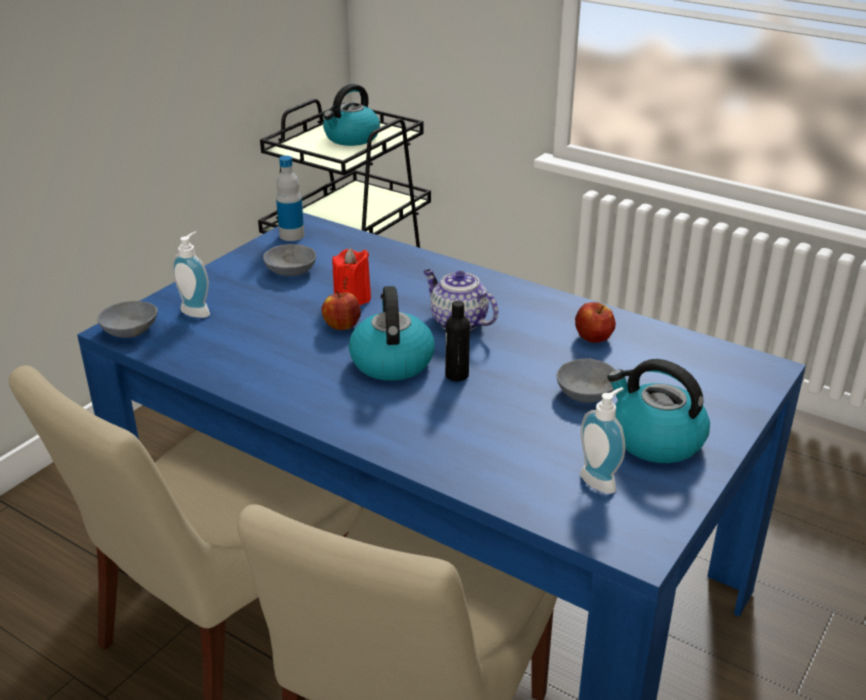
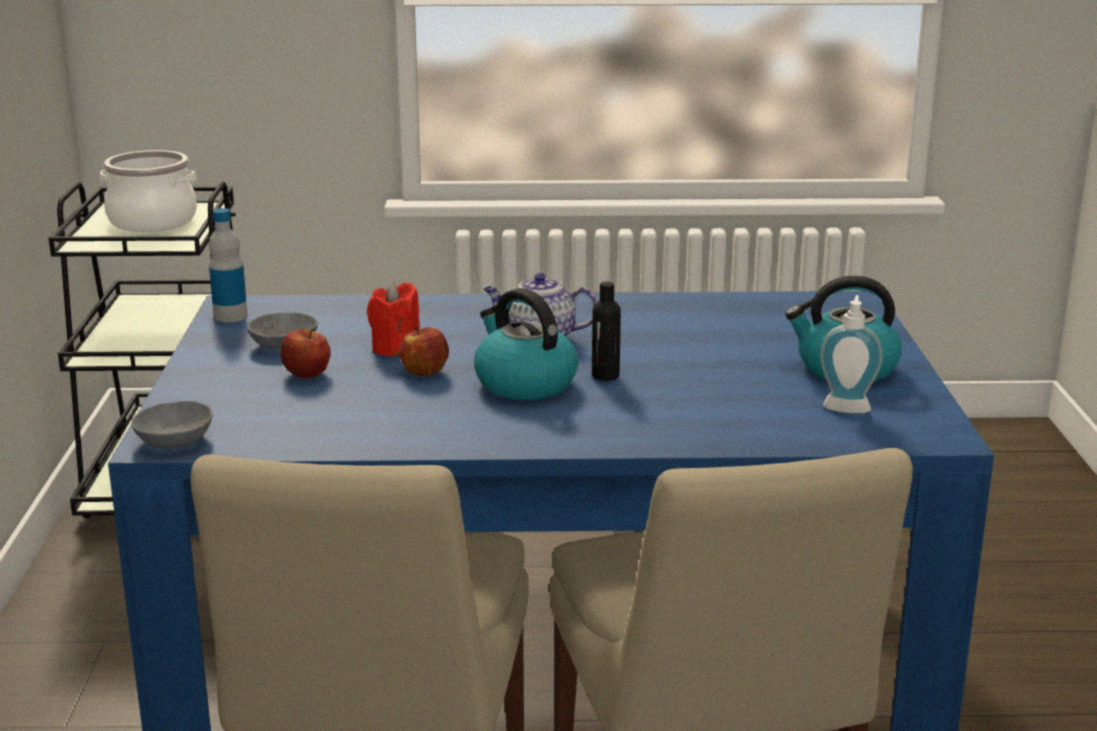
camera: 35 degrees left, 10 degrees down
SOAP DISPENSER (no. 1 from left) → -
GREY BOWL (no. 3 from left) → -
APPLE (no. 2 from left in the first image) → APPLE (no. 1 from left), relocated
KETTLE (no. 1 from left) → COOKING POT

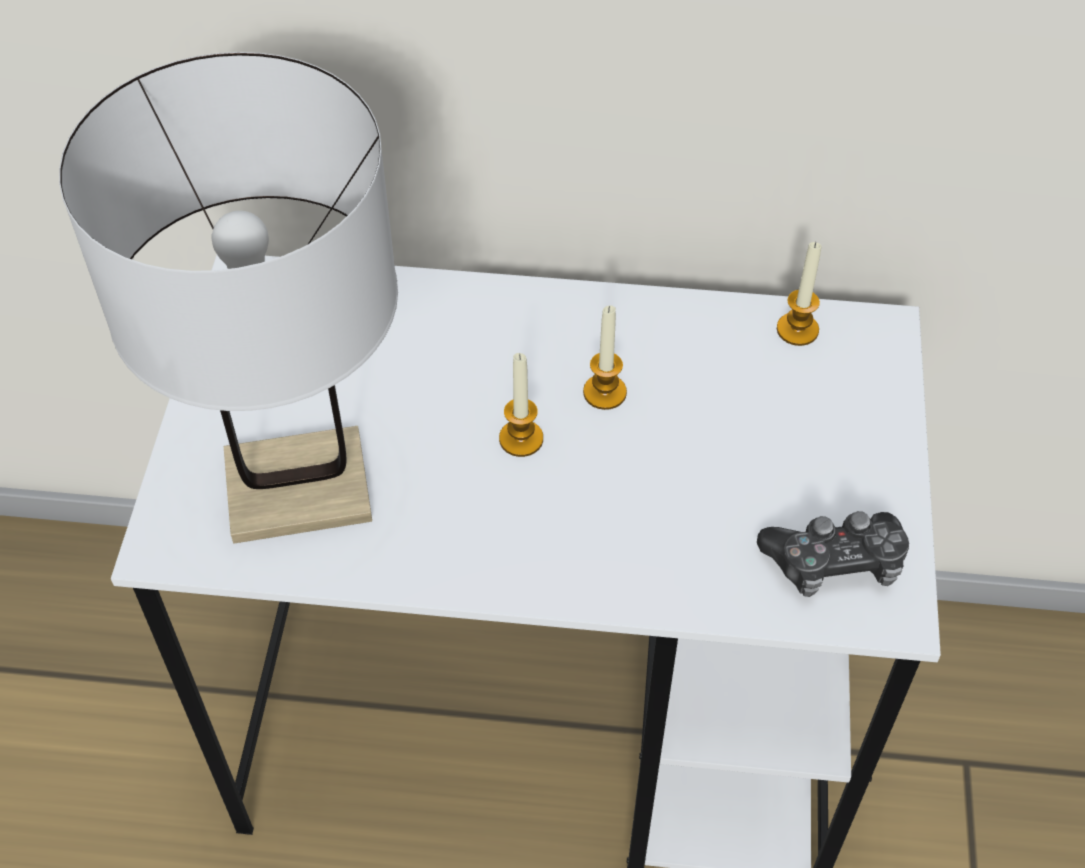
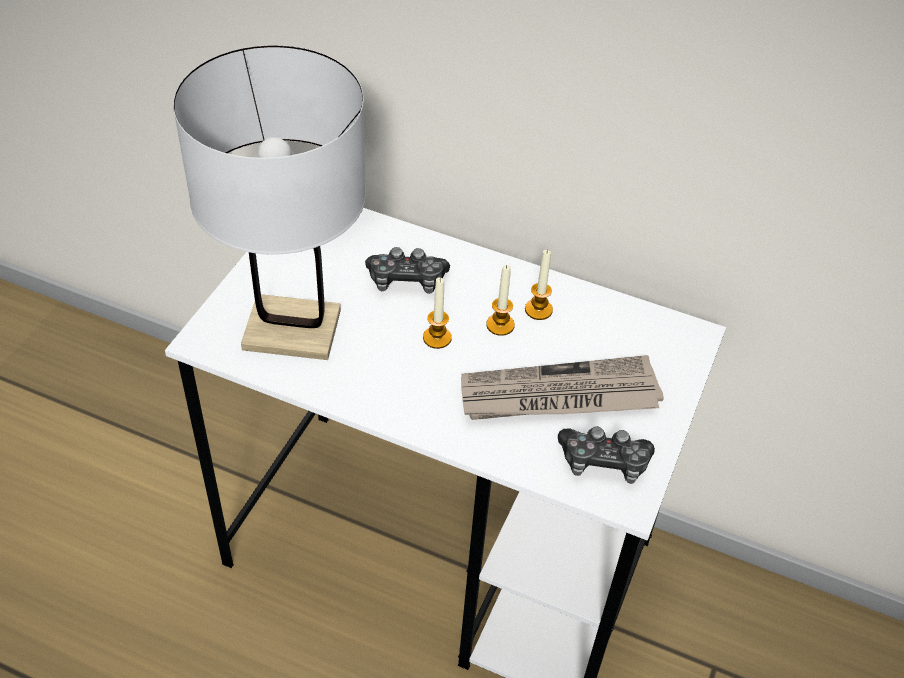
camera: 15 degrees right, 5 degrees down
- → GAME CONTROLLER (no. 1 from left)
- → NEWSPAPER
CANDLE (no. 3 from left), relocated

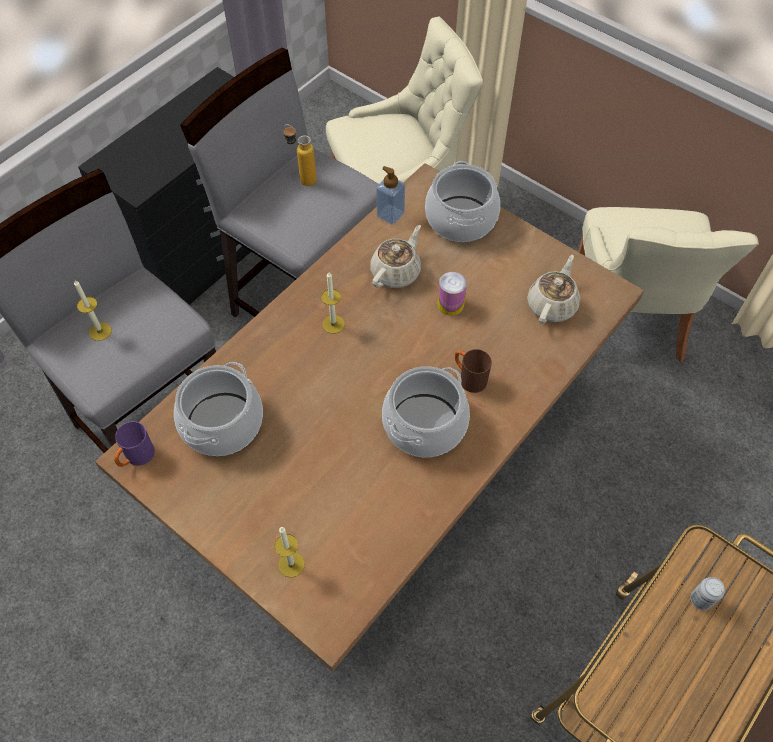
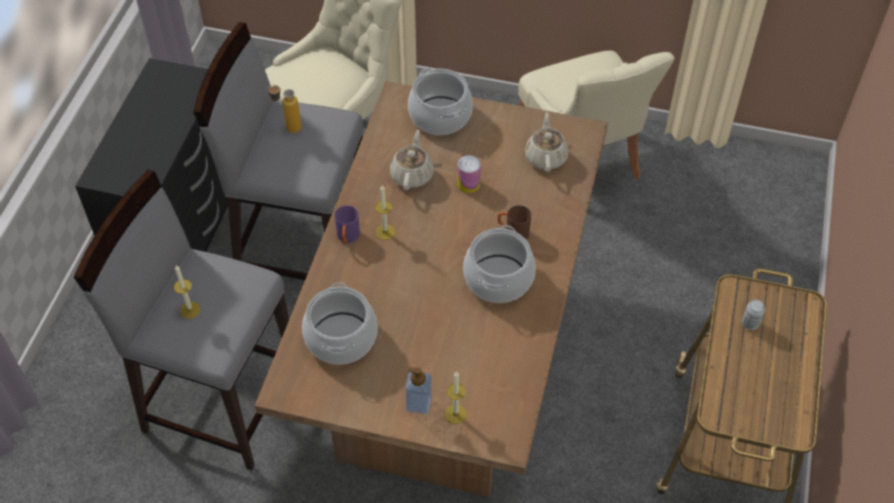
camera: 25 degrees left, 5 degrees down
PURPLE MUG, relocated
SOAP DISPENSER, relocated

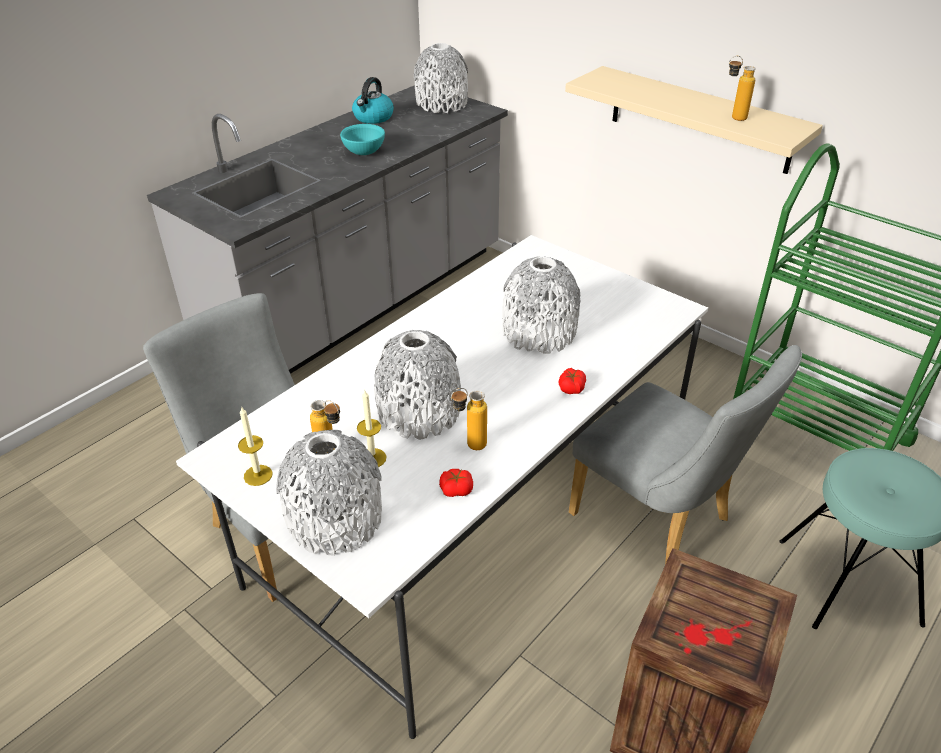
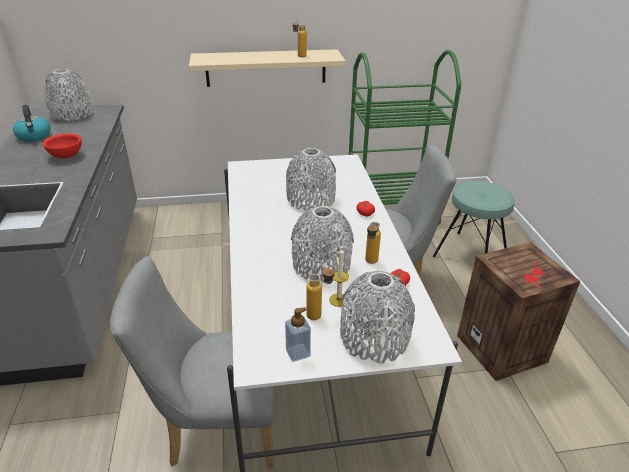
camera: 50 degrees left, 5 degrees down
CANDLE (no. 1 from left) → SOAP DISPENSER
TURQUOISE BOWL → RED BOWL

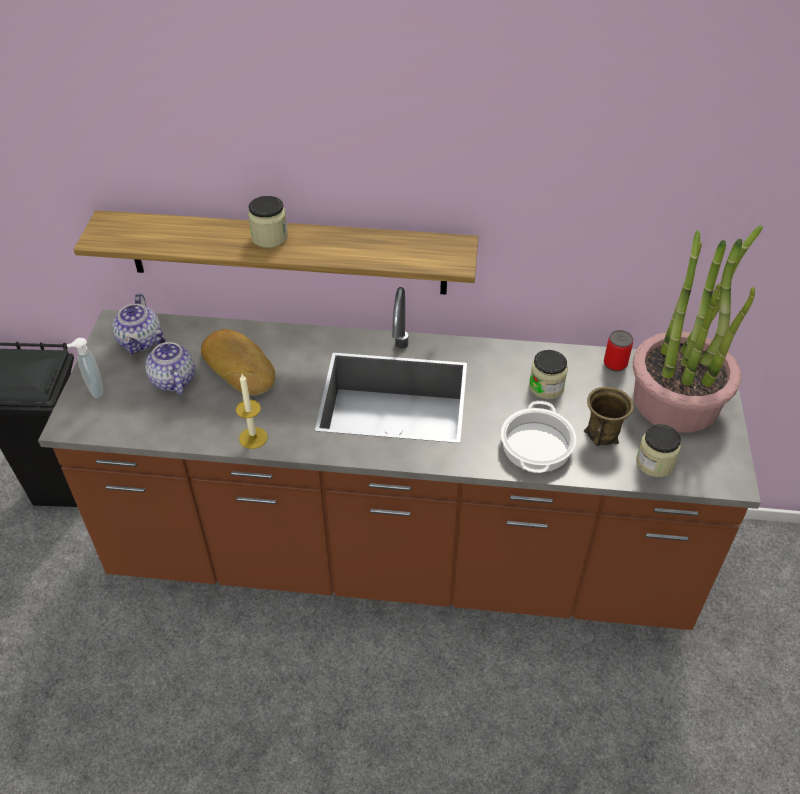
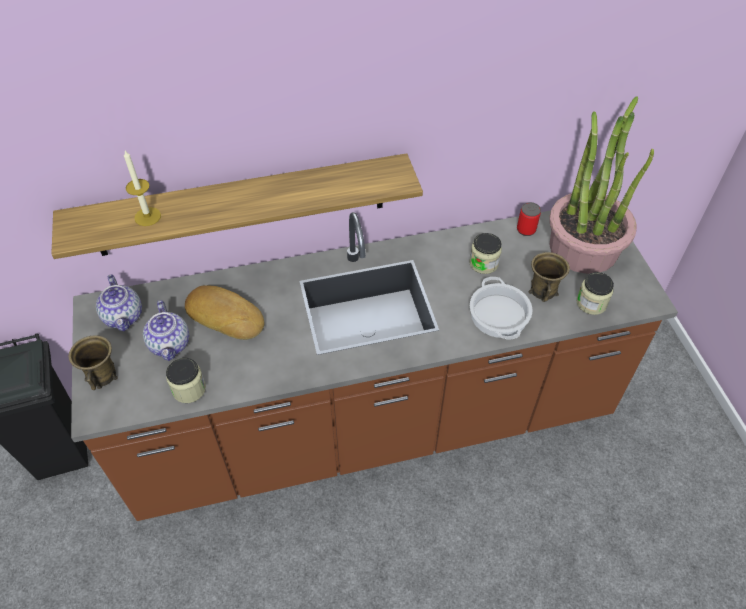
camera: 20 degrees left, 5 degrees up
CANDLE, relocated
JAR (no. 1 from left), relocated
SOAP DISPENSER → BROWN MUG (no. 1 from left)
TEAPOT (no. 2 from left), 150 degrees counterclockwise

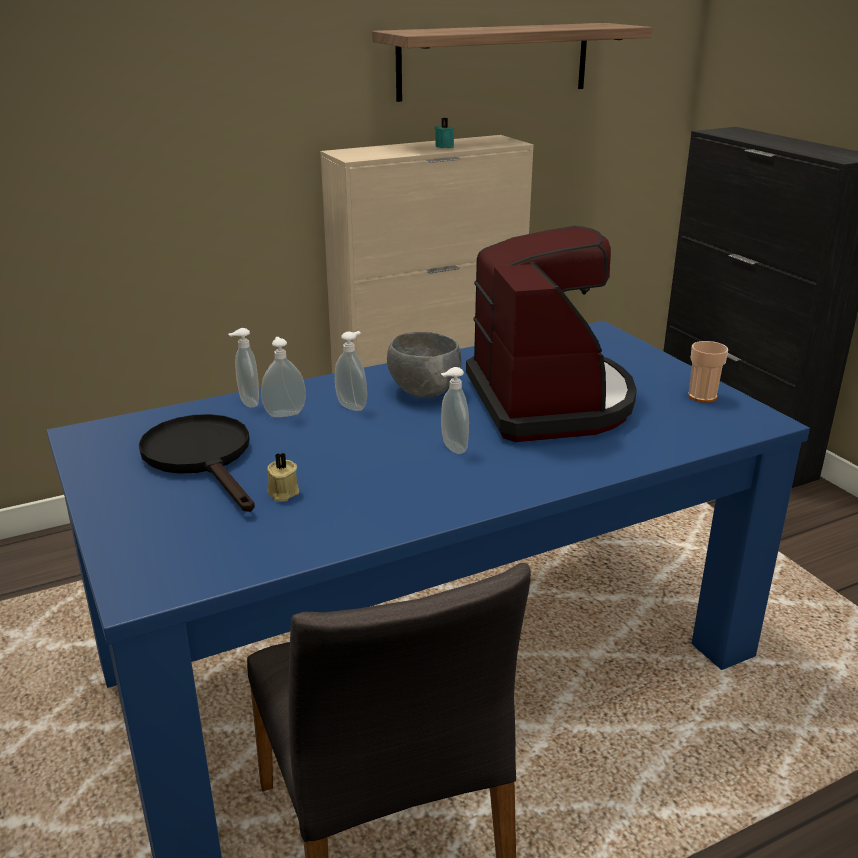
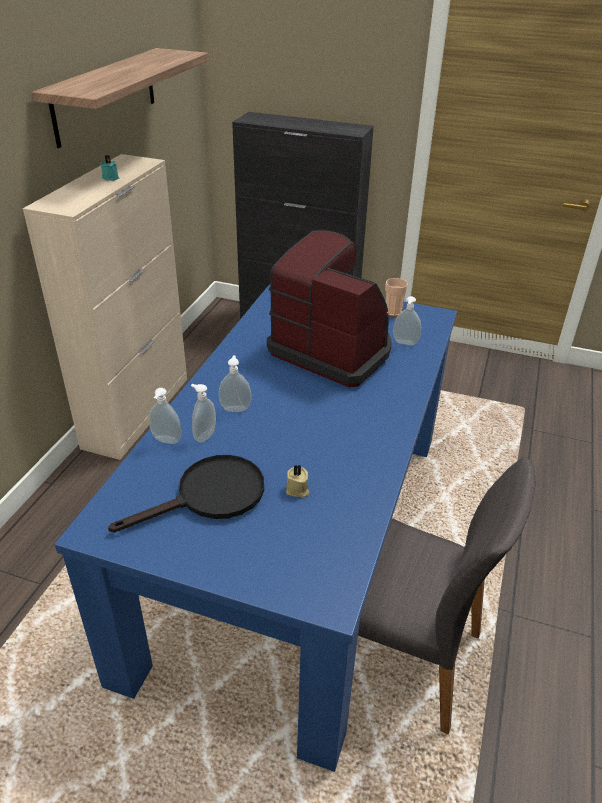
camera: 45 degrees left, 10 degrees up
GREY BOWL → -
SOAP DISPENSER (no. 4 from left), relocated
BLACK FRYING PAN, 135 degrees clockwise

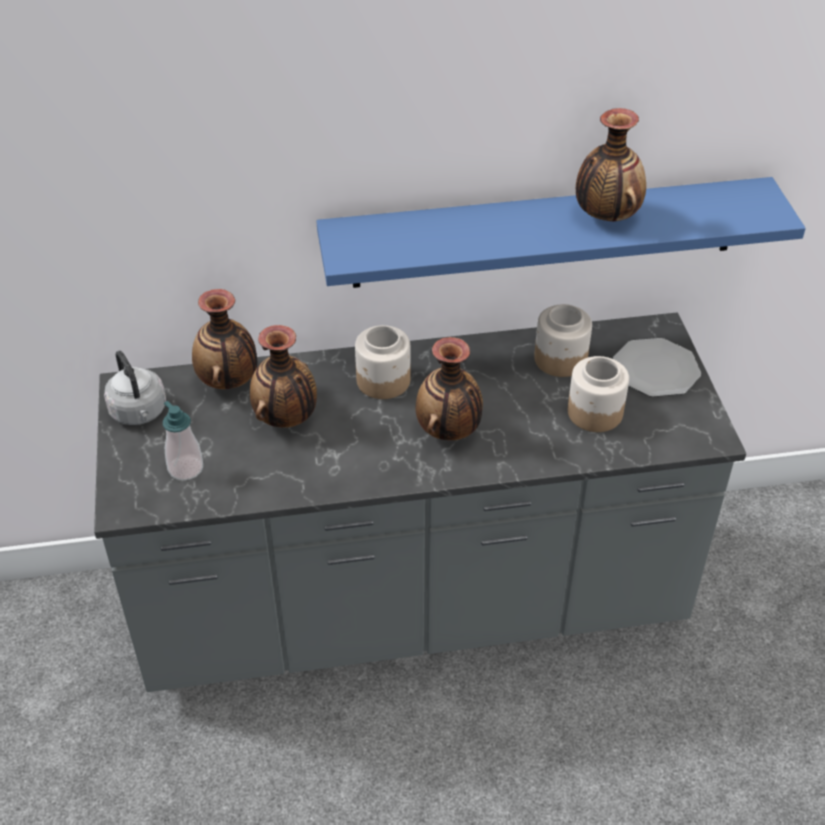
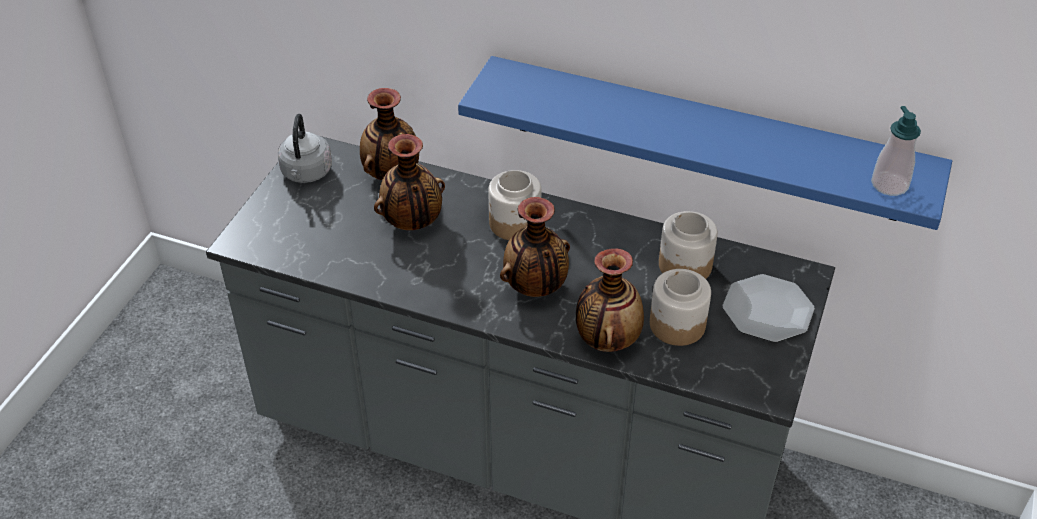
camera: 30 degrees right, 0 degrees up
SOAP DISPENSER, relocated
VASE (no. 4 from left), relocated

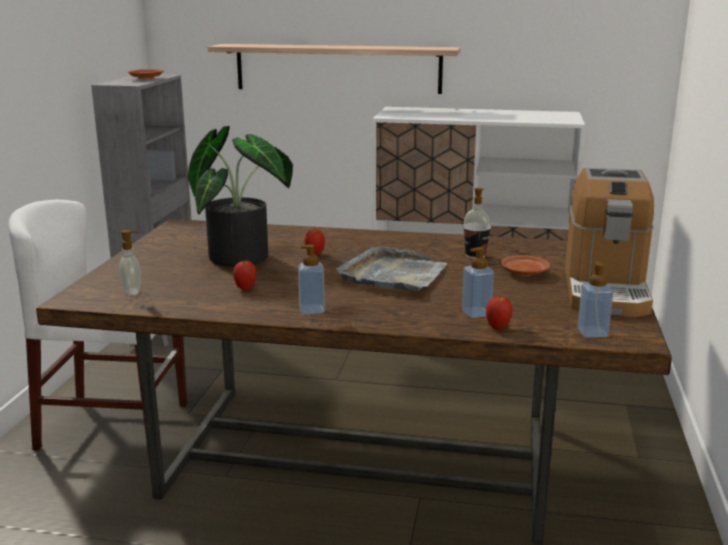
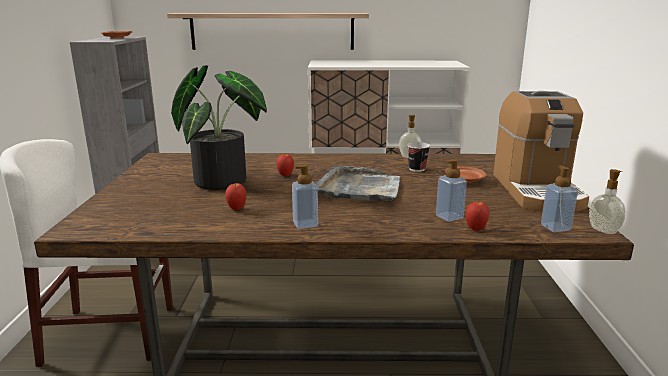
camera: 10 degrees left, 0 degrees up
SOAP DISPENSER (no. 1 from left in the first image) → SOAP DISPENSER (no. 5 from left), relocated

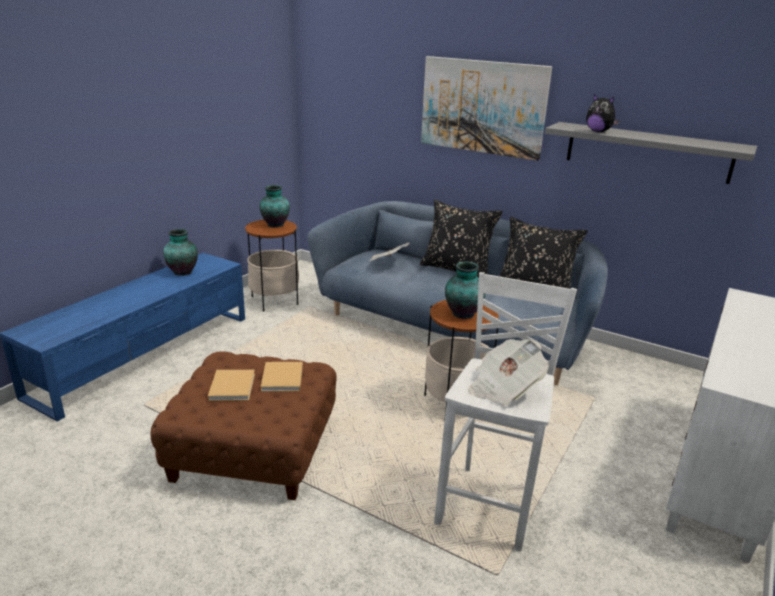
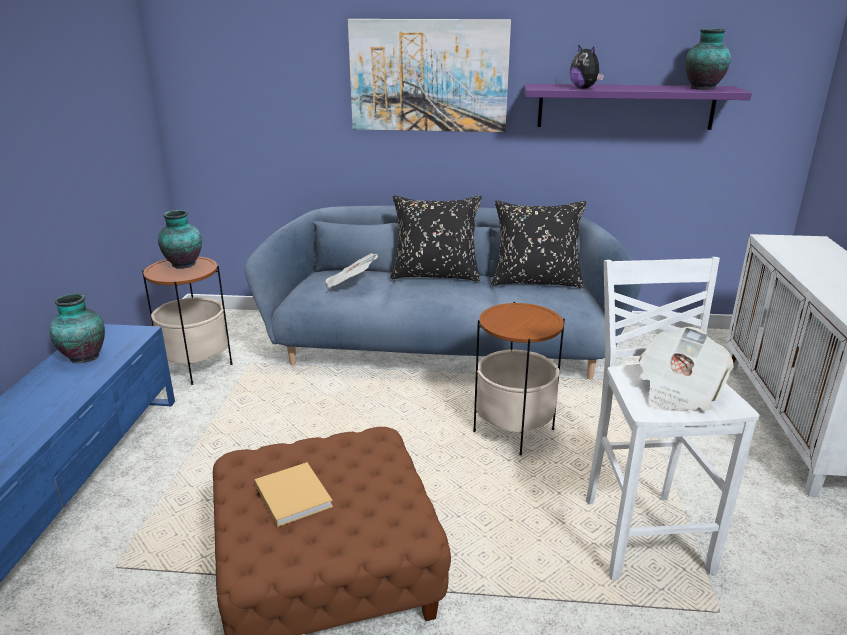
camera: 25 degrees left, 0 degrees up
BEIGE BOOK (no. 2 from left) → -
VASE (no. 3 from left), relocated
GREY SHELF → PURPLE SHELF
PLUSH TOY, 45 degrees clockwise

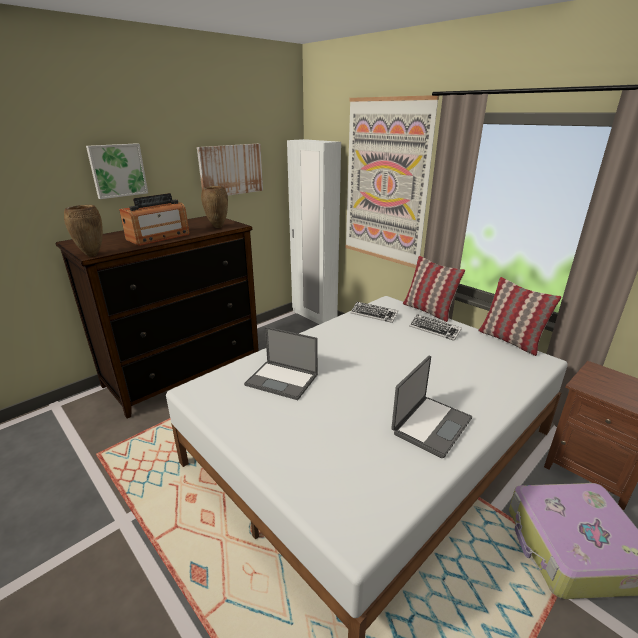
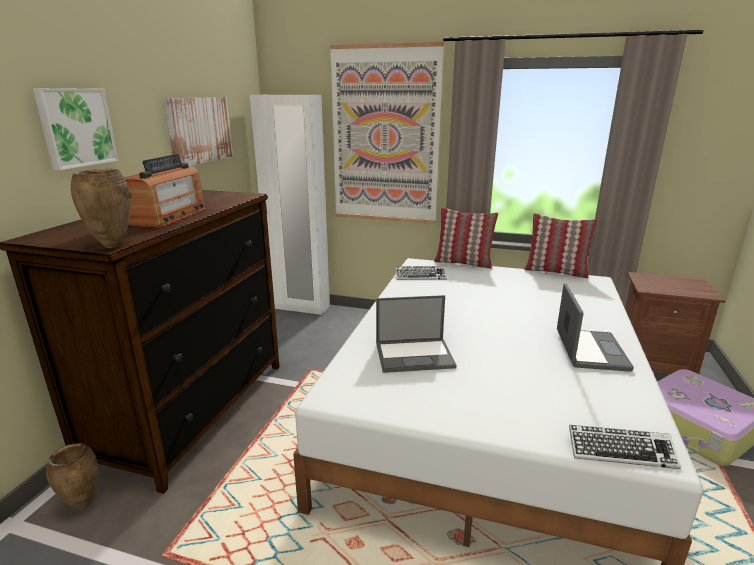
camera: 30 degrees left, 5 degrees down
BROWN VASE (no. 2 from left in the first image) → BROWN VASE (no. 1 from left), relocated
KEYBOARD (no. 2 from left), relocated

